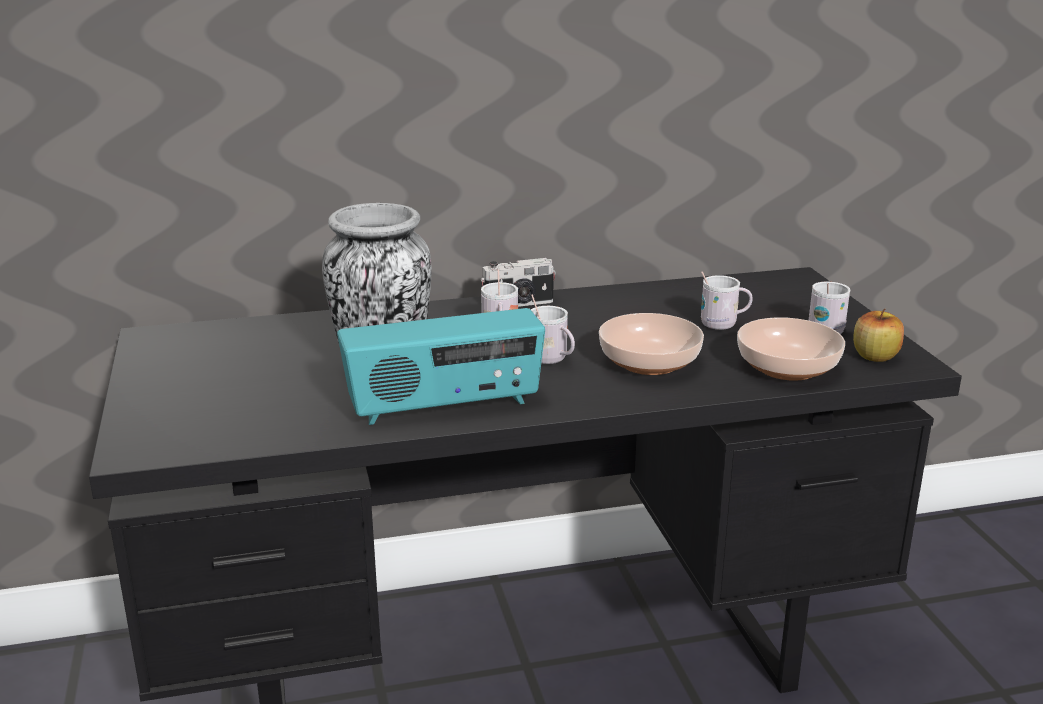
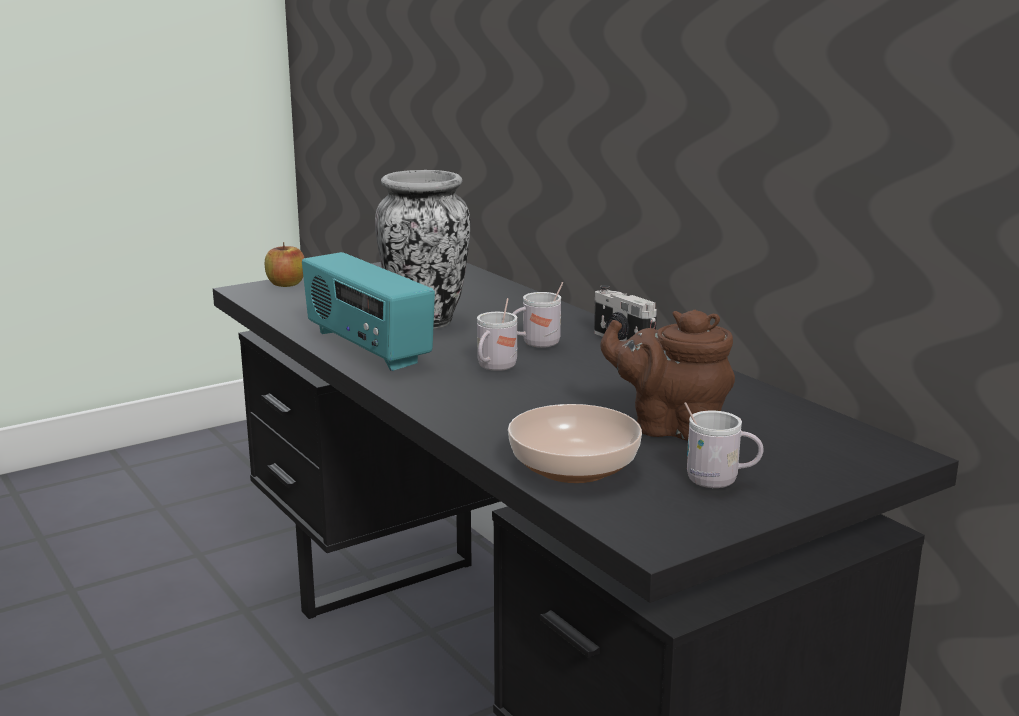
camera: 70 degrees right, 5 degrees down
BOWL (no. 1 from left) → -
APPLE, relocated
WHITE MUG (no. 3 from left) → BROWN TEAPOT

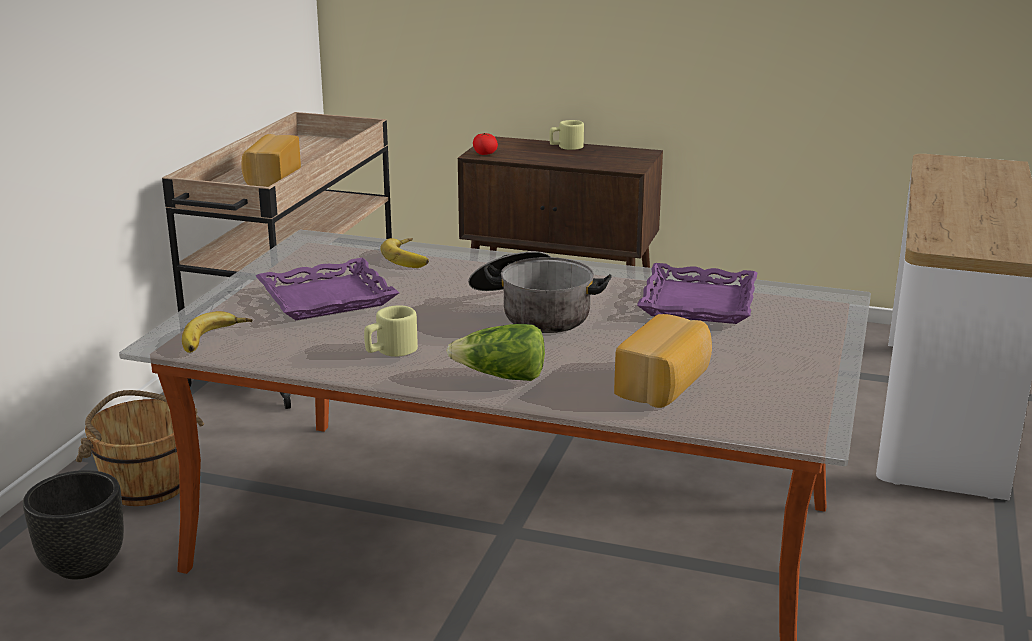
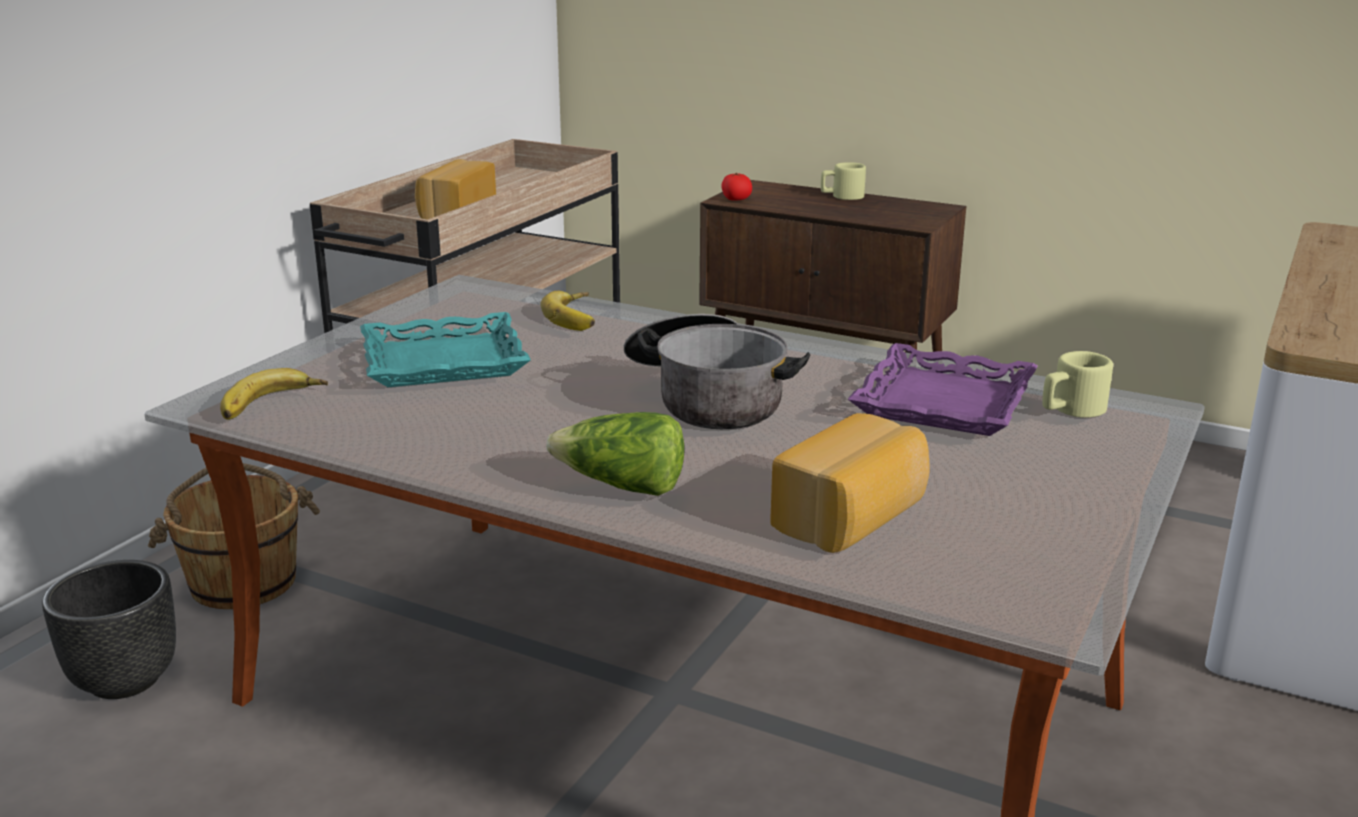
camera: 10 degrees right, 0 degrees up
BEIGE MUG (no. 1 from left in the first image) → BEIGE MUG (no. 2 from left), relocated
PURPLE TRAY (no. 1 from left) → TURQUOISE TRAY

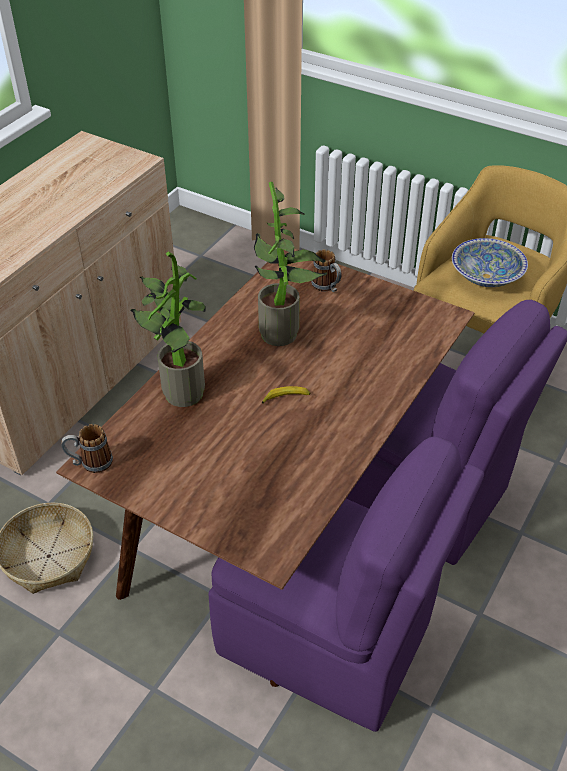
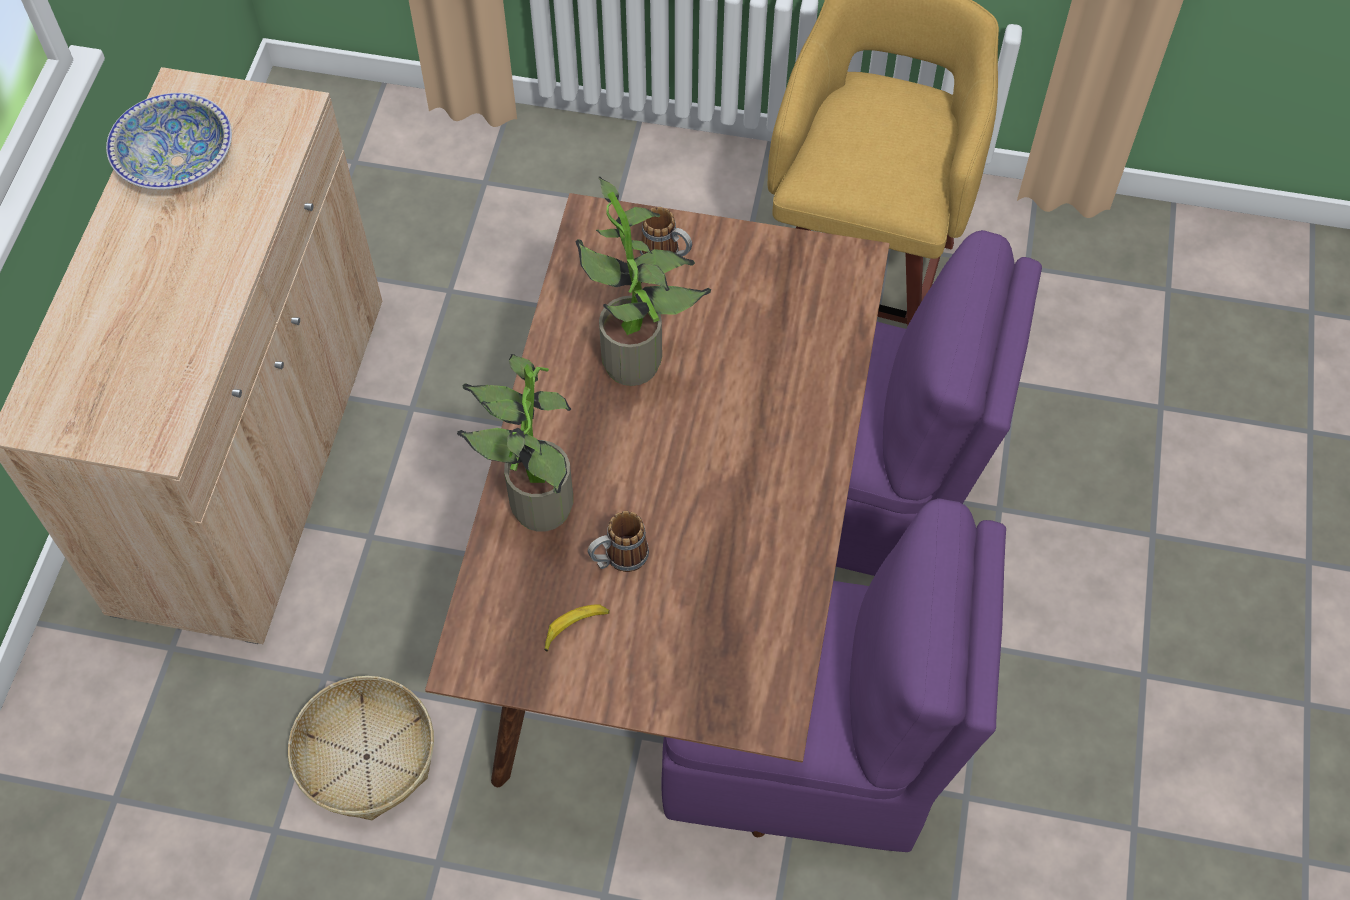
camera: 20 degrees left, 15 degrees up
MUG (no. 1 from left), relocated
BANANA, relocated
BOWL, relocated

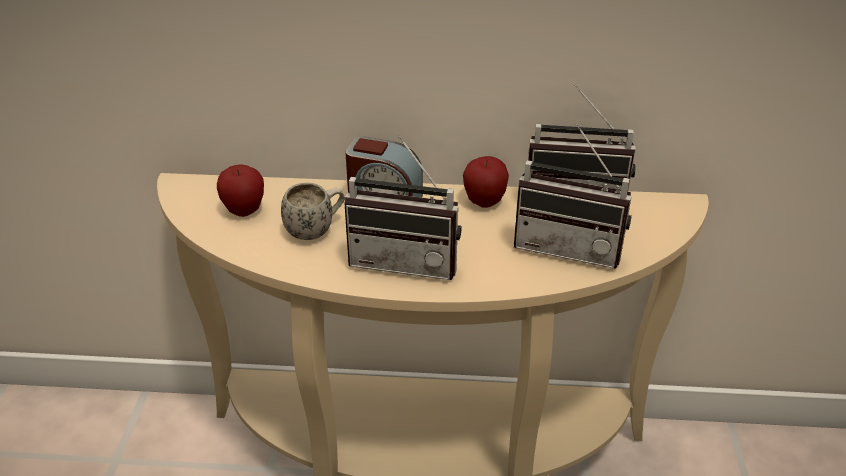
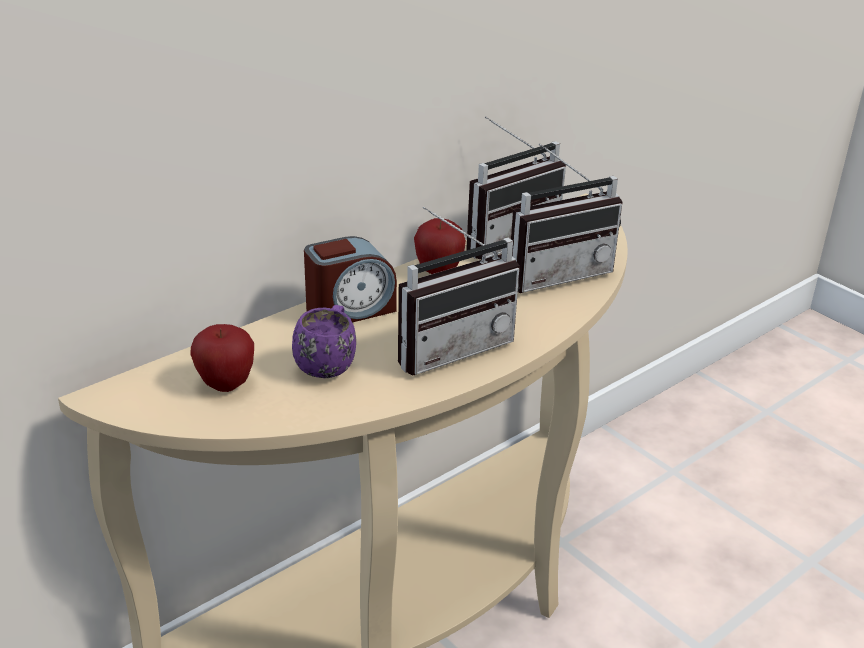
camera: 45 degrees left, 5 degrees down
WHITE MUG → PURPLE MUG

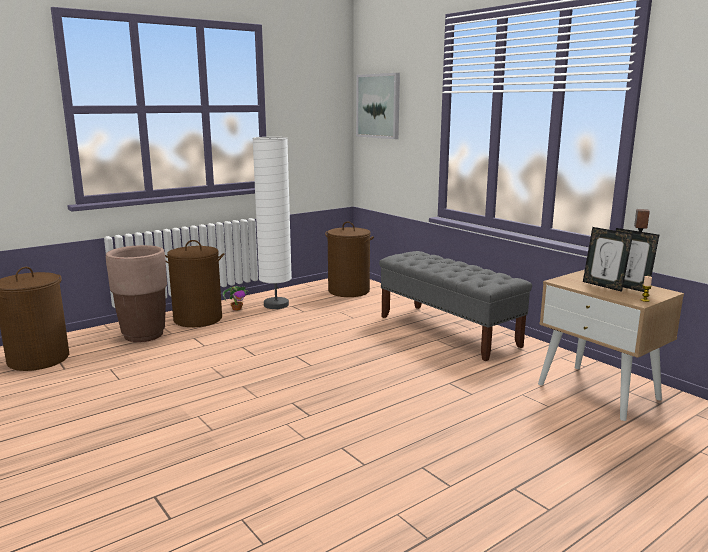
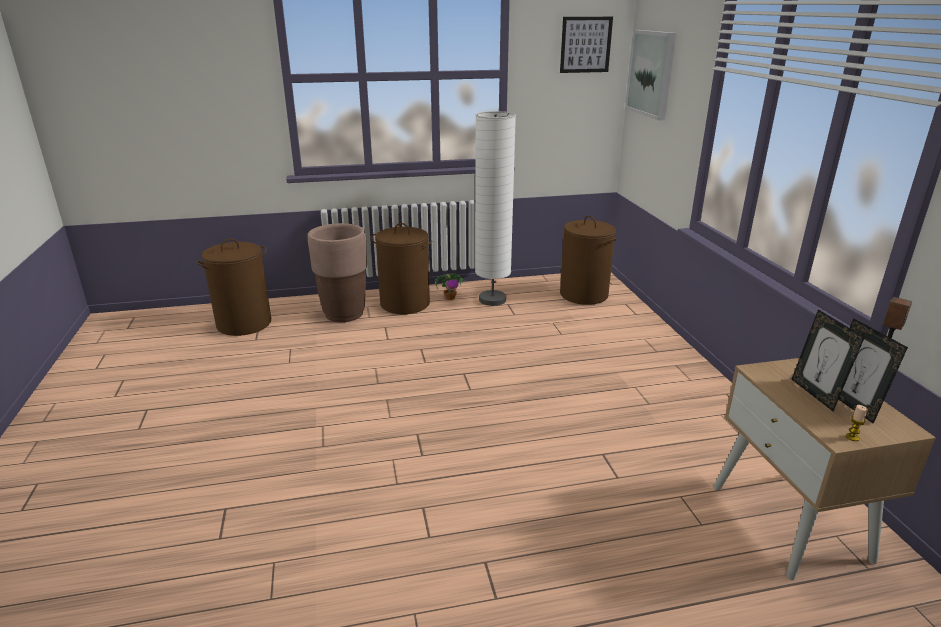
camera: 25 degrees right, 10 degrees up
GREY BENCH → -
- → PICTURE (no. 1 from left)

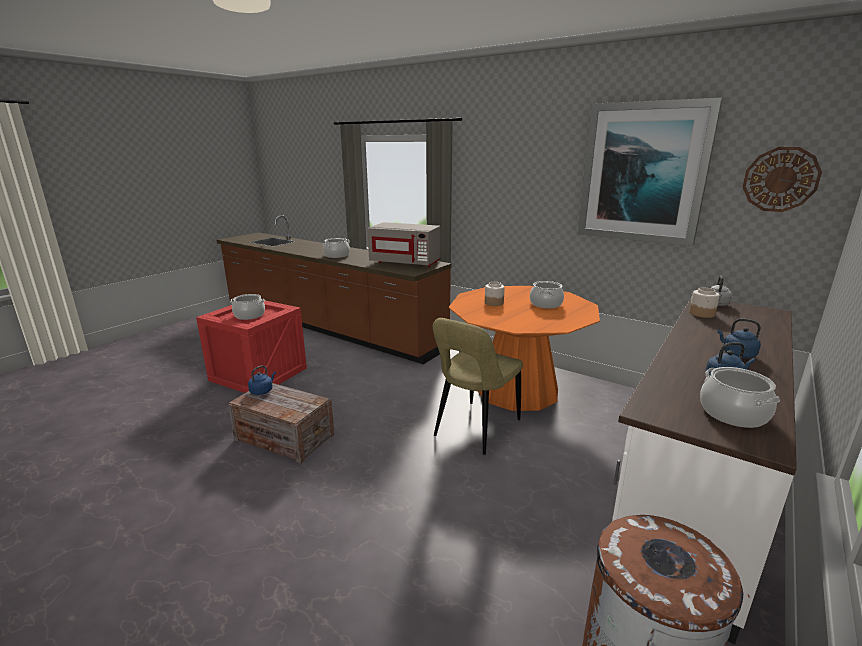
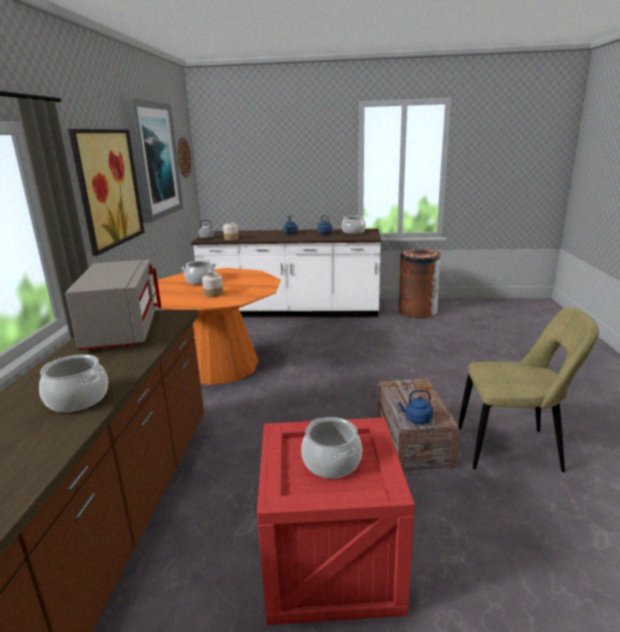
camera: 120 degrees left, 0 degrees up
- → PICTURE (no. 1 from left)
BEIGE CHAIR, relocated

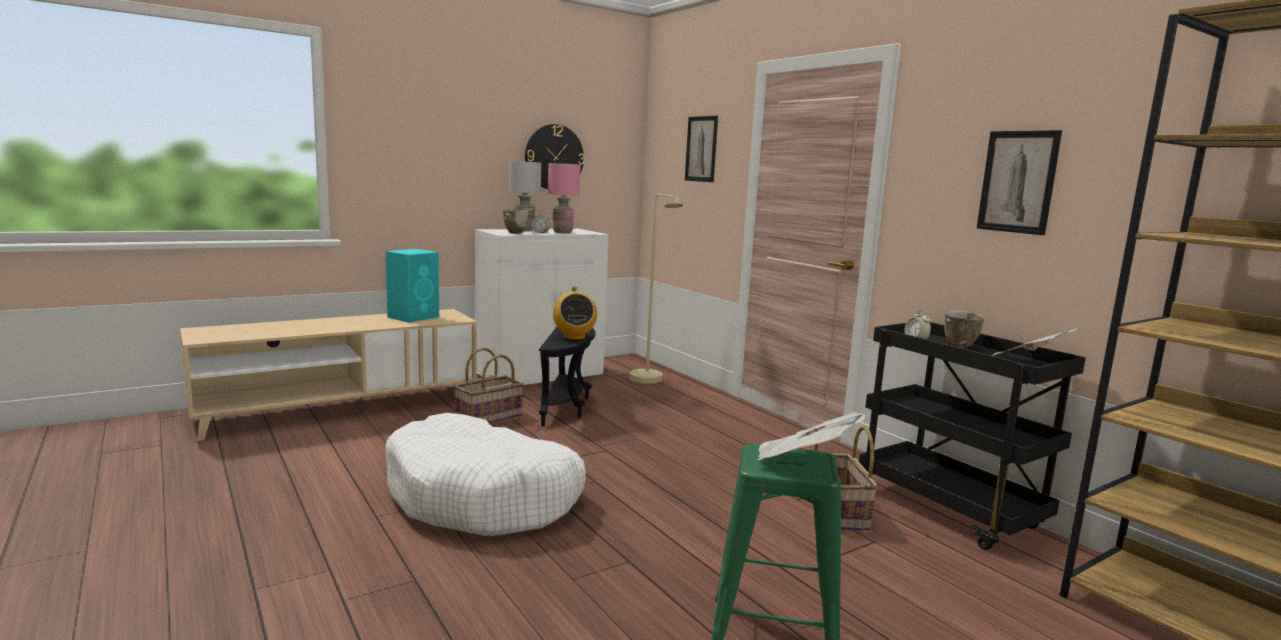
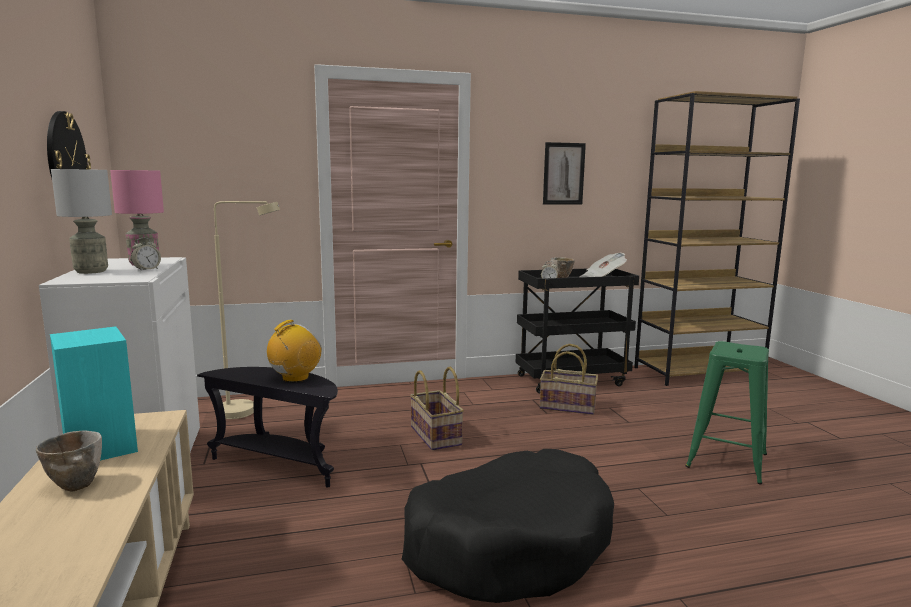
camera: 70 degrees left, 0 degrees up
PICTURE (no. 1 from left) → -
NEWSPAPER (no. 1 from left) → -
BASKET (no. 1 from left), relocated
BOWL (no. 1 from left), relocated
WHITE DOG BED → BLACK DOG BED
RADIO, 60 degrees counterclockwise

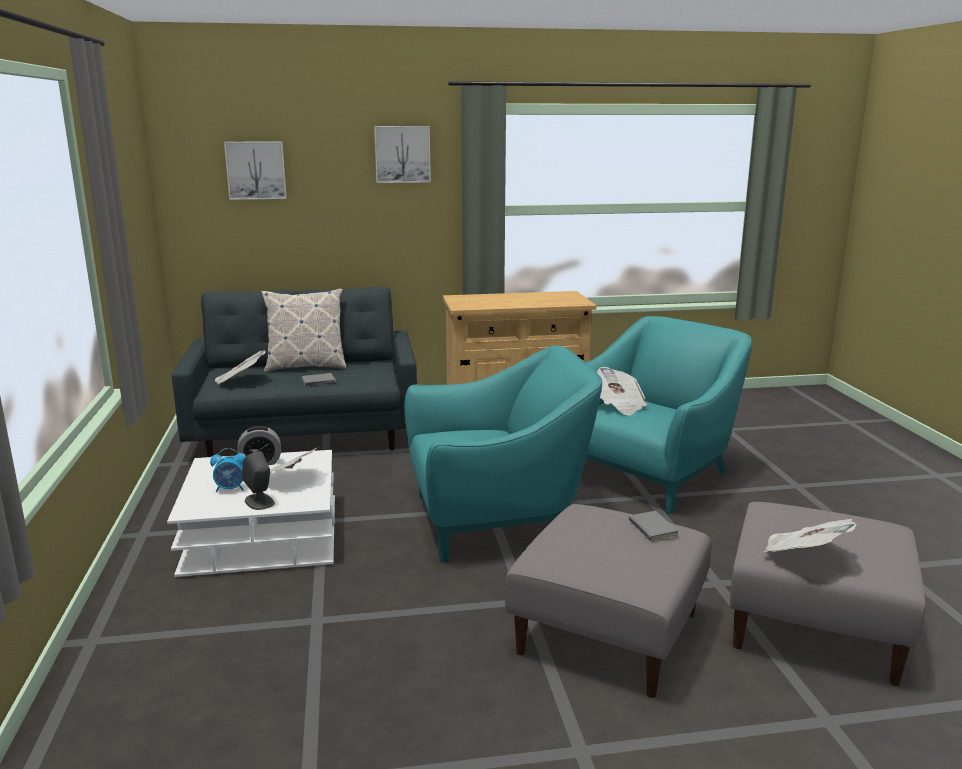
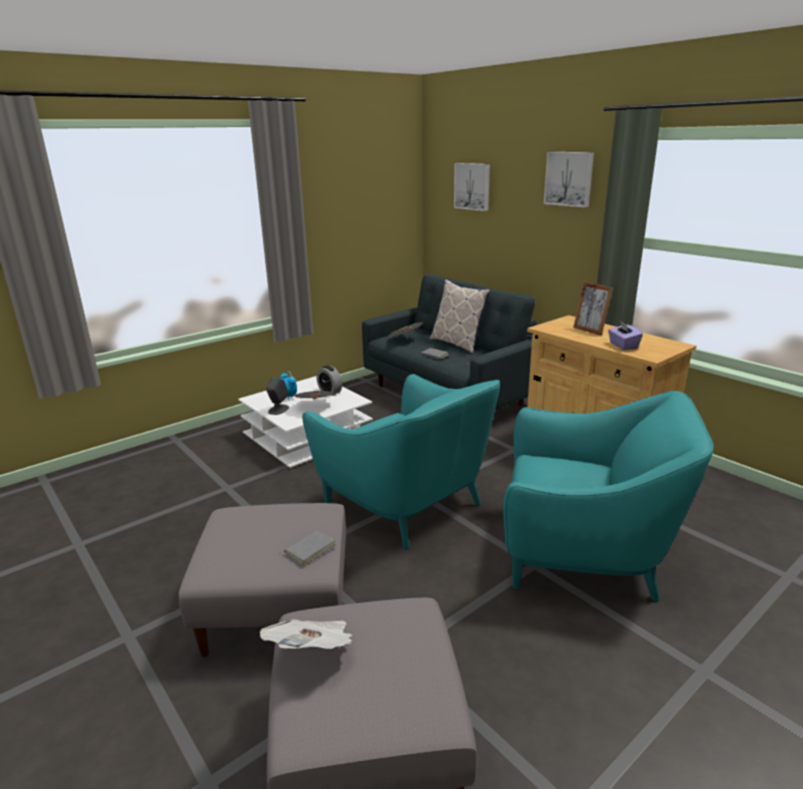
camera: 60 degrees right, 5 degrees up
NEWSPAPER (no. 3 from left) → -
- → PICTURE FRAME
- → PURPLE TISSUE BOX

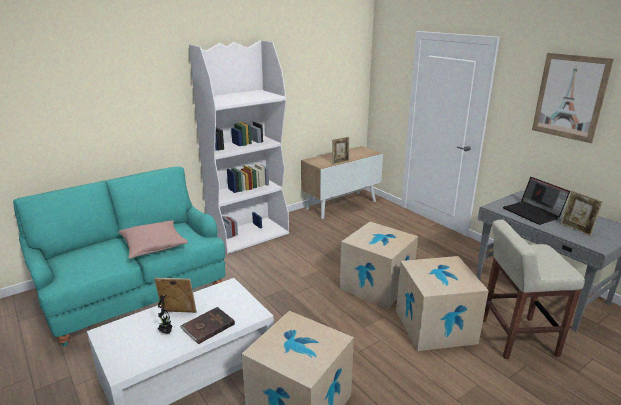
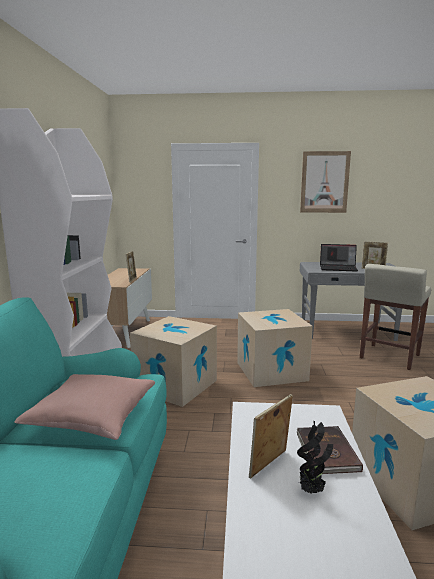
camera: 50 degrees left, 10 degrees down
CARDBOARD BOX (no. 3 from left in the first image) → CARDBOARD BOX (no. 1 from left), relocated

